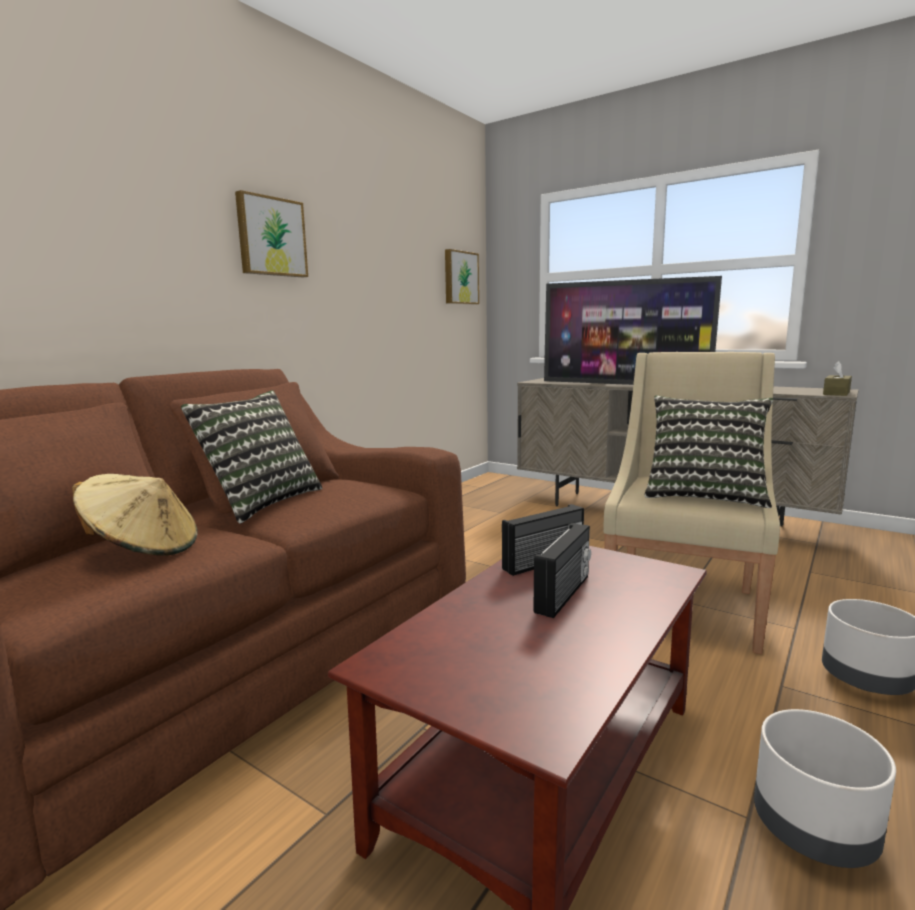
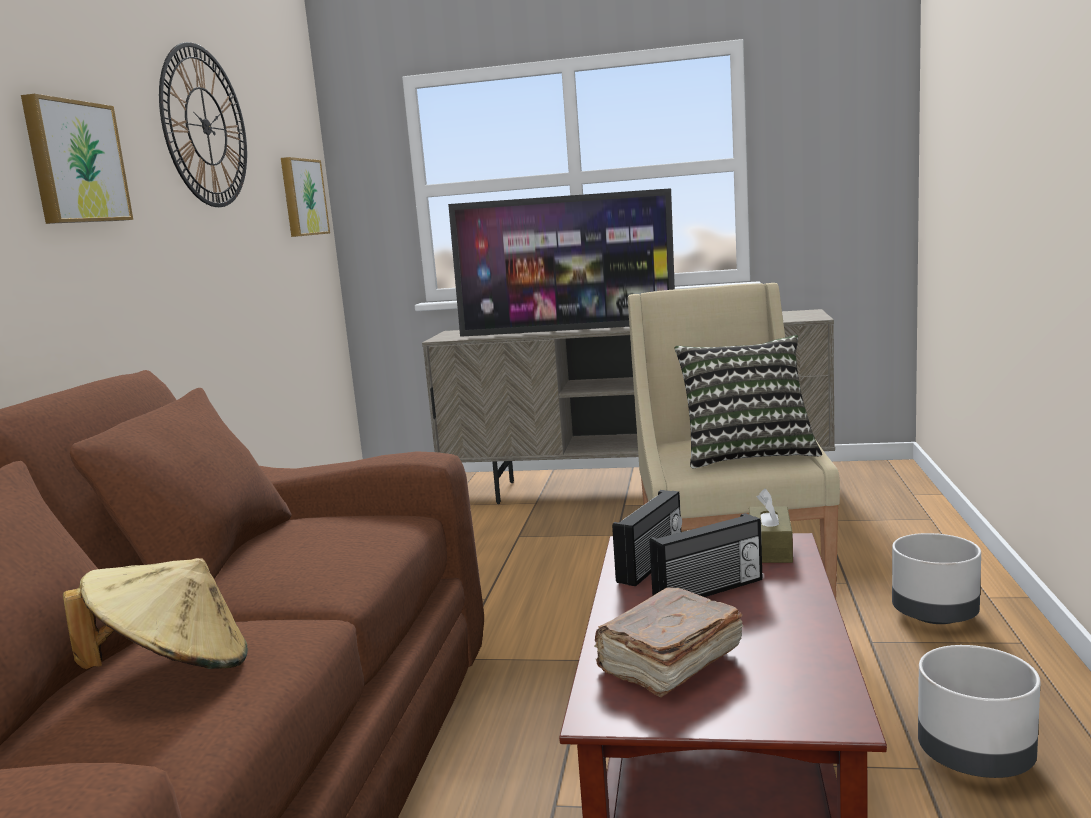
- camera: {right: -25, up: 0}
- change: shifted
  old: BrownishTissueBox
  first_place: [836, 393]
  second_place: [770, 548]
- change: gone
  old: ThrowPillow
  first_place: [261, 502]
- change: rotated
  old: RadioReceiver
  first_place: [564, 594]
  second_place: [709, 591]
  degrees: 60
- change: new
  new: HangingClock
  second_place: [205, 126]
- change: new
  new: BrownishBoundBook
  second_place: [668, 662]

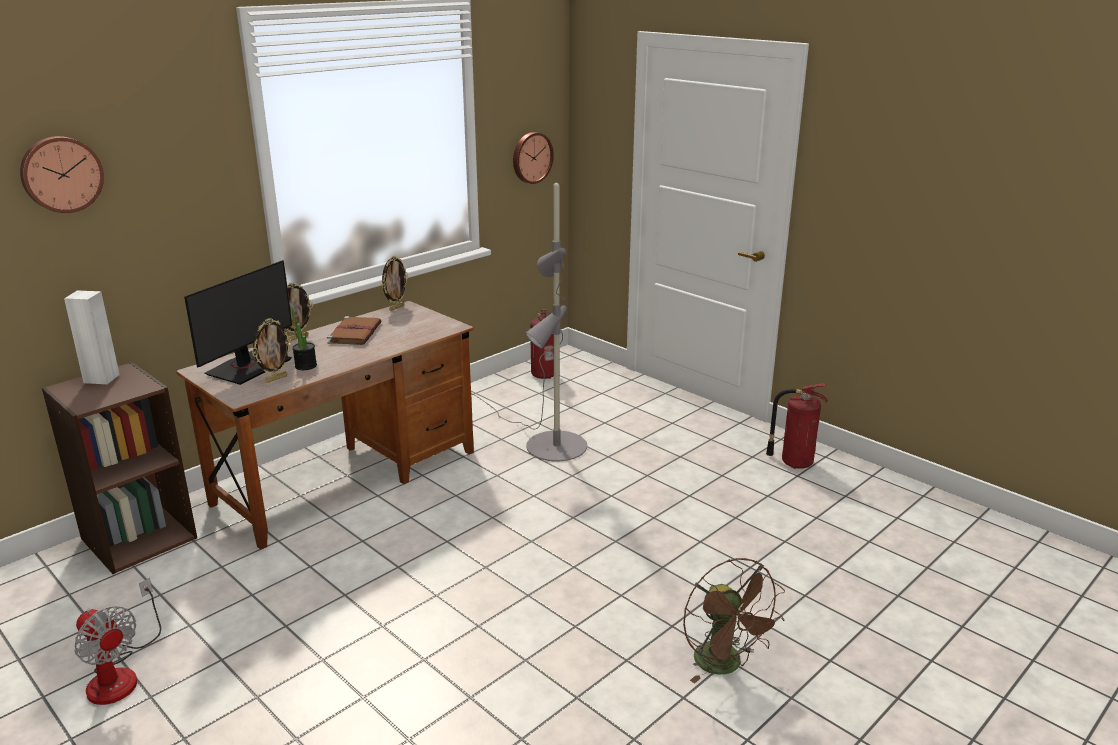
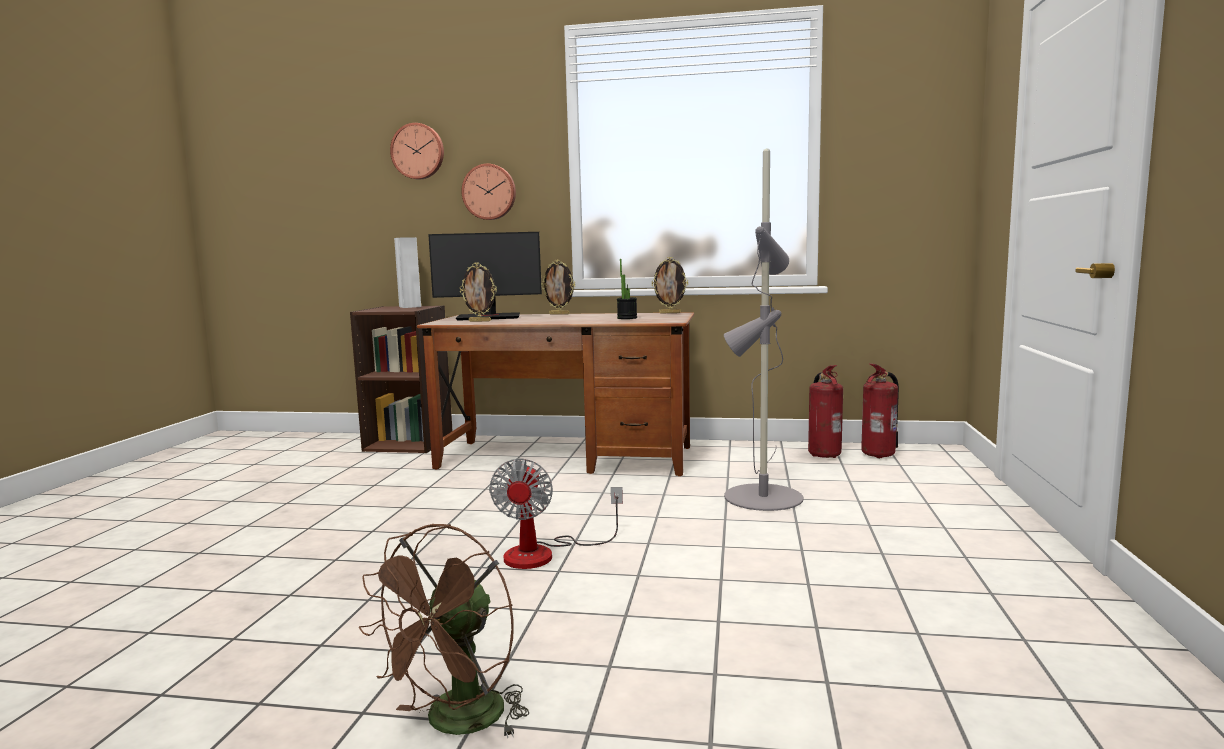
- camera: {right: 55, up: -15}
- change: shifted
  old: HangingClock
  first_place: [531, 157]
  second_place: [489, 192]
- change: shifted
  old: PlantInAPot
  first_place: [306, 366]
  second_place: [627, 318]
- change: gone
  old: BrownishBoundBook
  first_place: [355, 333]
- change: shifted
  old: Extinguisher
  first_place: [794, 462]
  second_place: [824, 455]
- change: shifted
  old: CoolingFan
  first_place: [120, 674]
  second_place: [544, 553]

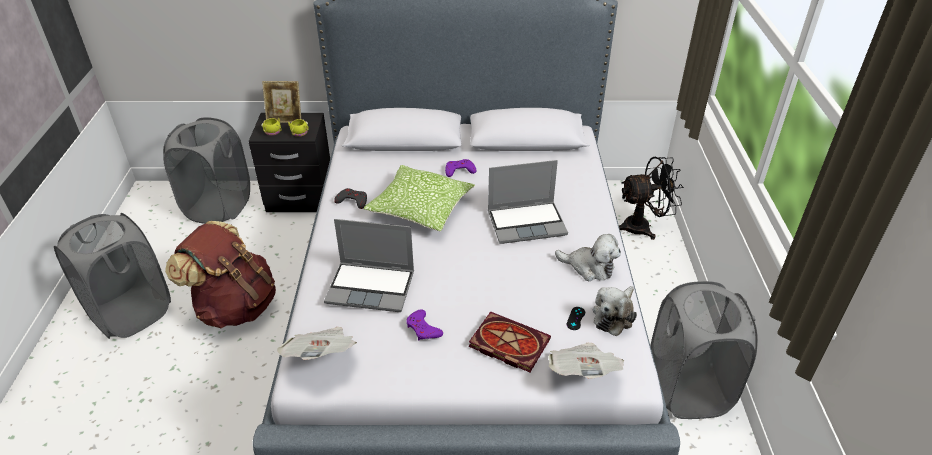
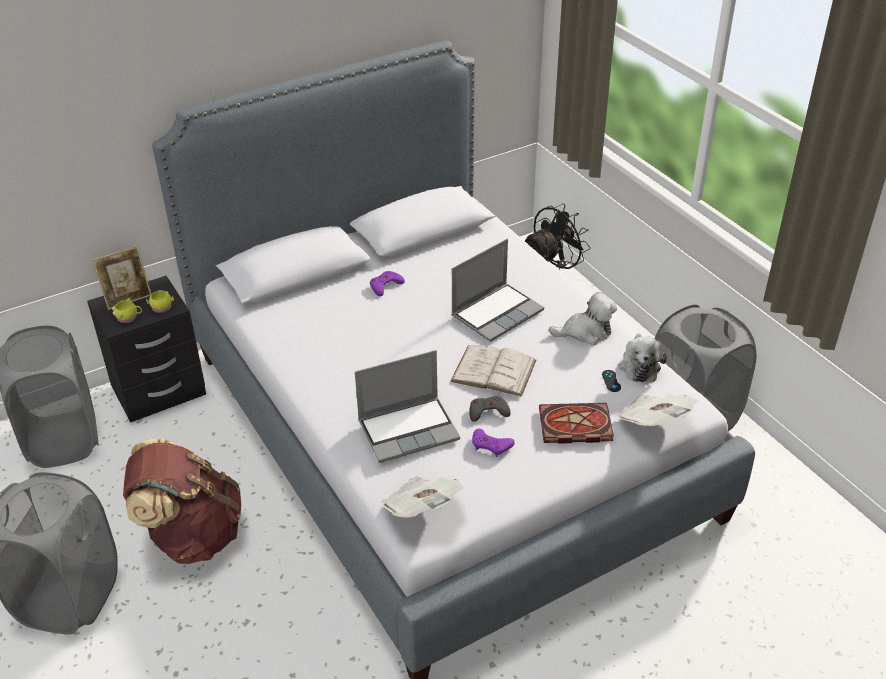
- camera: {right: -30, up: 0}
- change: gone
  old: ThrowPillow
  first_place: [420, 208]
- change: shifted
  old: GreyJoypad
  first_place: [352, 201]
  second_place: [488, 411]
- change: new
  new: WhiteBoundBook
  second_place: [493, 370]

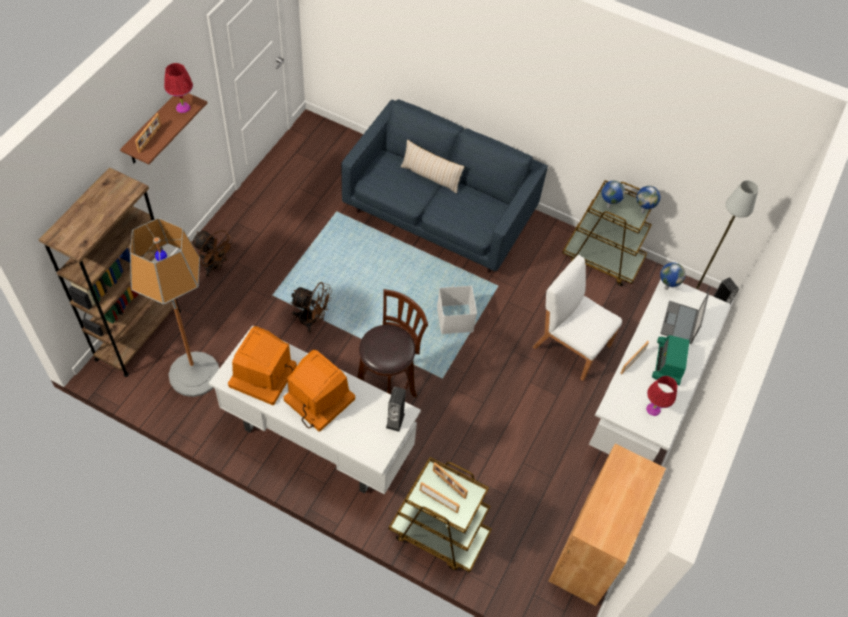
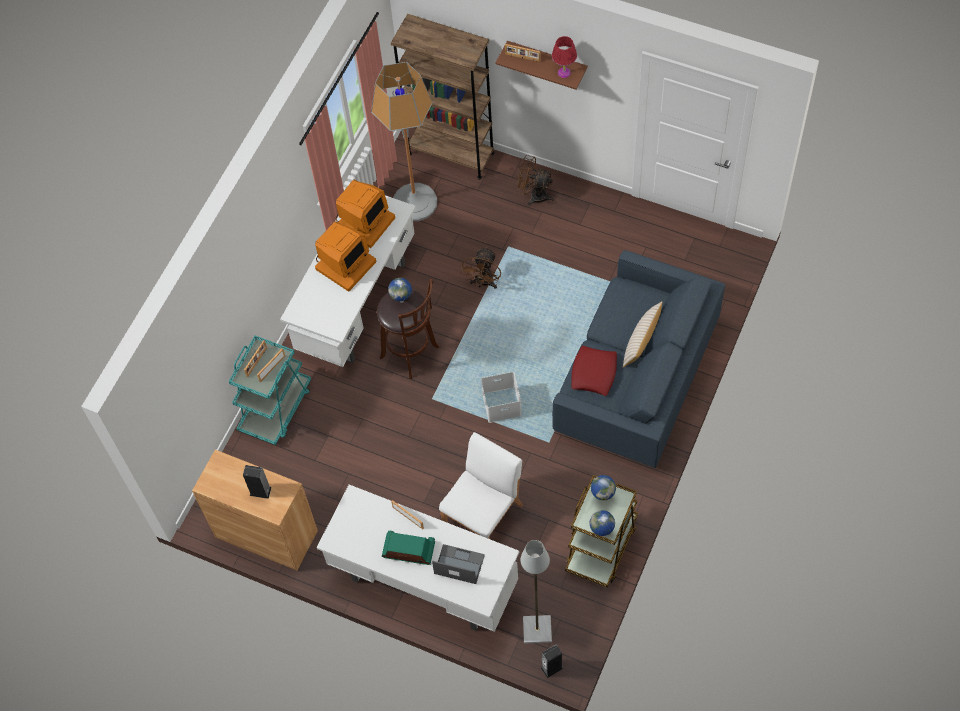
- camera: {right: 95, up: 5}
- change: rotated
  old: BrownishCoolingFan
  first_place: [215, 266]
  second_place: [534, 195]
  degrees: 75
- change: shifted
  old: WorldGlobe
  first_place: [666, 287]
  second_place: [402, 300]
- change: rotated
  old: Monitor
  first_place: [264, 376]
  second_place: [364, 222]
  degrees: 105
- change: gone
  old: ReddishTabletopLamp
  first_place: [653, 409]
- change: shifted
  old: Speaker
  first_place: [395, 420]
  second_place: [260, 491]
- change: repainted
  old: BrownishTrolley
  new: TurquoiseColouredTrolley
  first_place: [438, 533]
  second_place: [276, 408]
- change: new
  new: ReddishThrowPillow
  second_place: [594, 373]

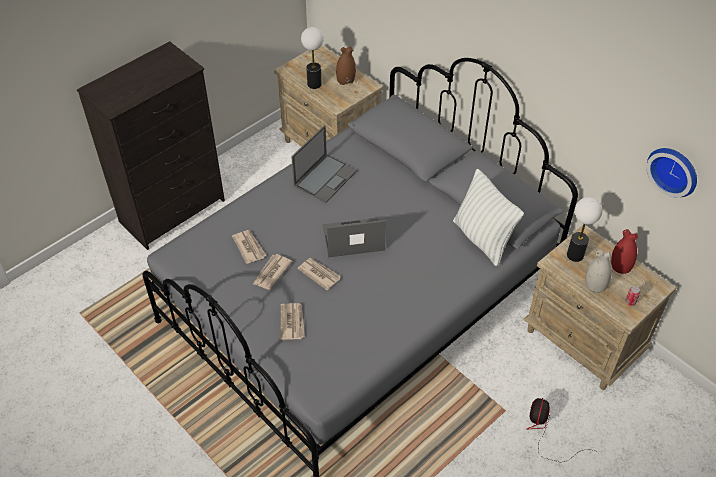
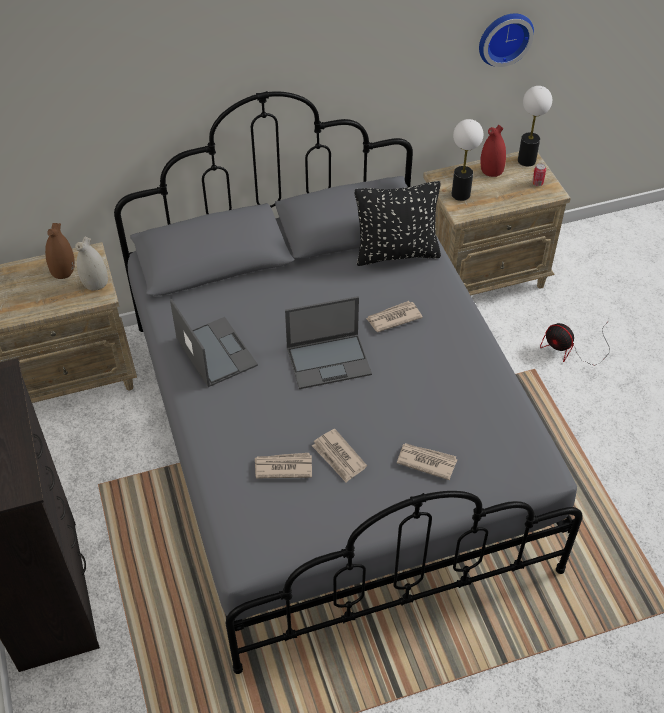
- camera: {right: -65, up: 0}
- change: shifted
  old: TabletopLamp
  first_place: [314, 84]
  second_place: [526, 160]
- change: repainted
  old: WhiteThrowPillow
  new: BlackThrowPillow
  first_place: [482, 239]
  second_place: [396, 253]
- change: rotated
  old: PortableComputer
  first_place: [352, 238]
  second_place: [329, 360]
  degrees: -120
- change: shifted
  old: WhiteFlowerVase
  first_place: [595, 285]
  second_place: [95, 283]
- change: shifted
  old: Newspaper
  first_place: [319, 274]
  second_place: [393, 318]

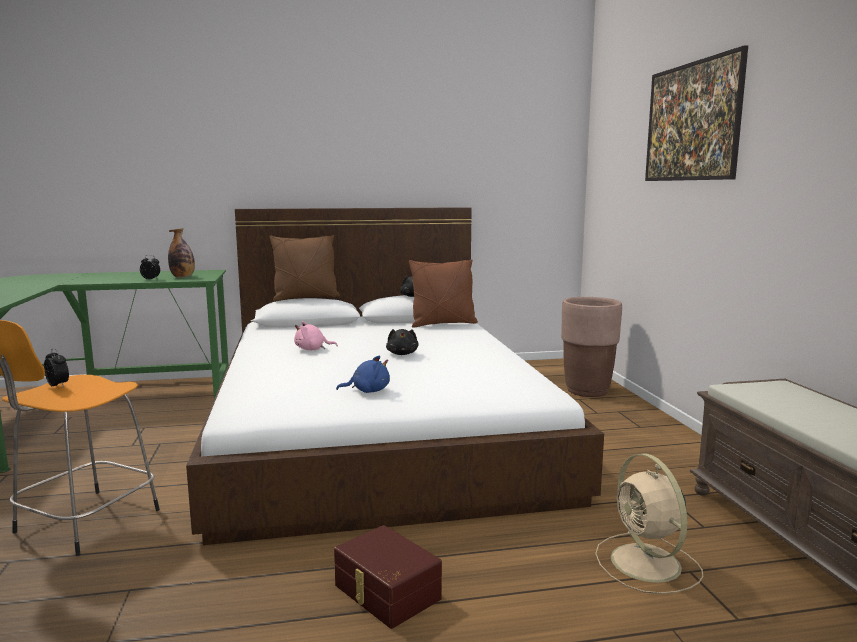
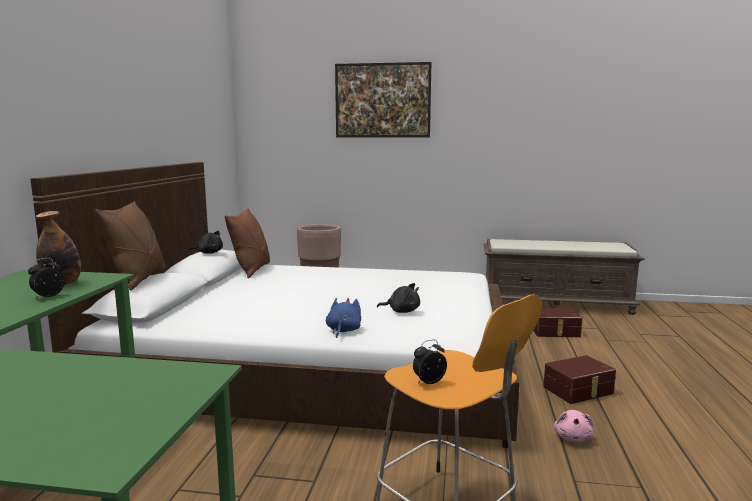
- camera: {right: -70, up: 0}
- change: shifted
  old: PinkSoftToy
  first_place: [312, 349]
  second_place: [573, 437]
- change: shifted
  old: BlackSoftToy
  first_place: [402, 354]
  second_place: [402, 311]
- change: shifted
  old: BlueSoftToy
  first_place: [368, 391]
  second_place: [343, 330]
- change: swapped
  old: BeigeColouredCoolingFan
  new: BrownishStorageBin
  first_place: [647, 564]
  second_place: [555, 332]

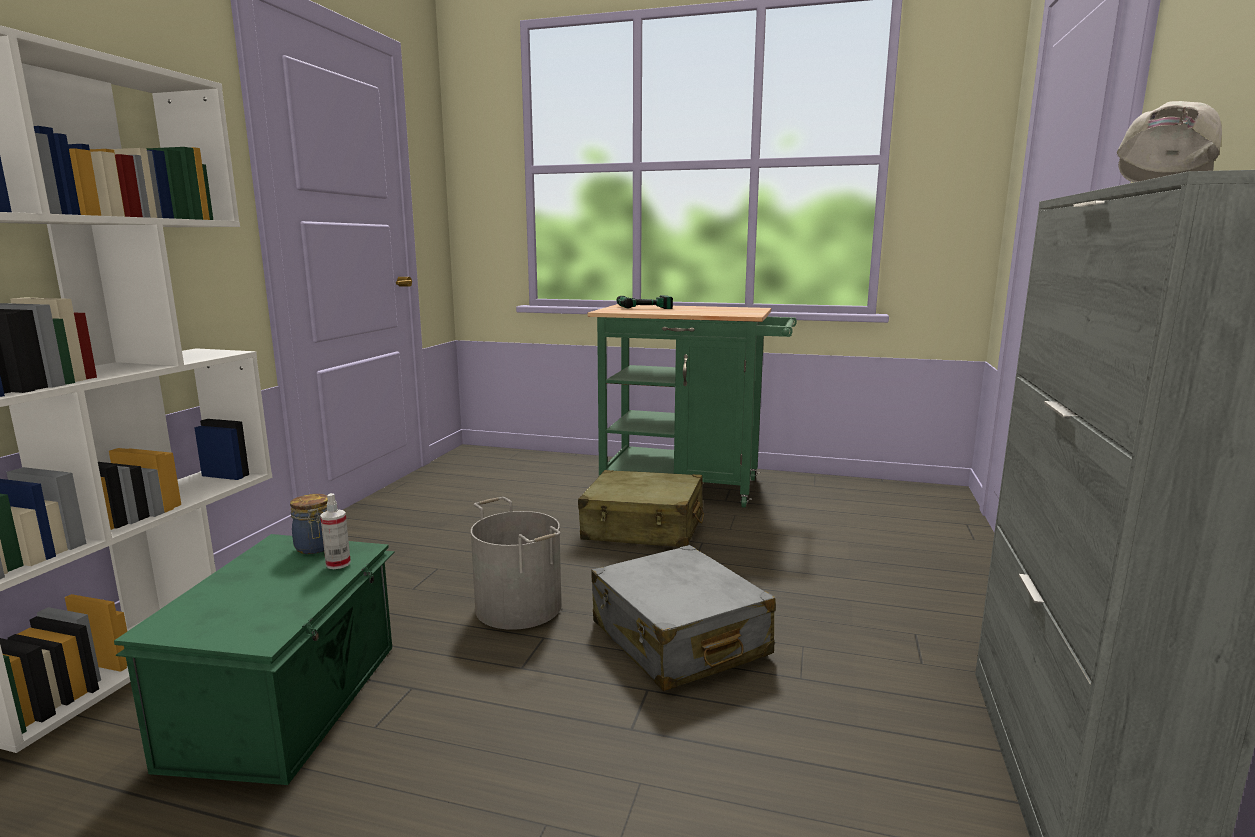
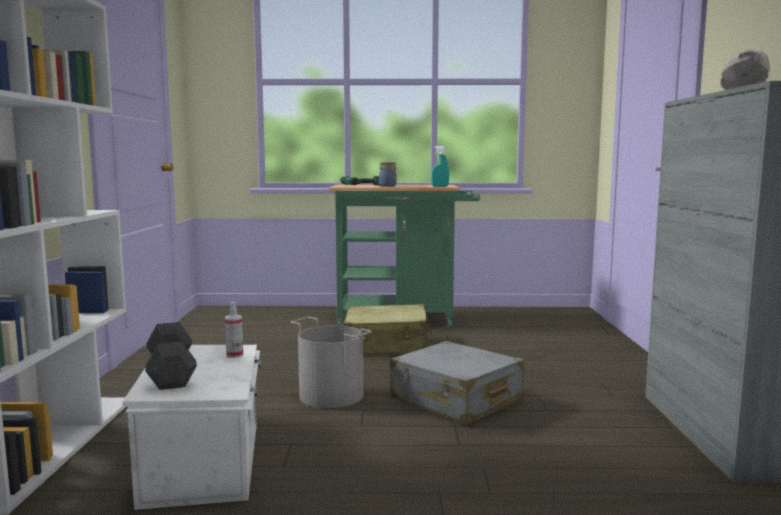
- camera: {right: -15, up: -5}
- change: shifted
  old: PreserveJar
  first_place: [315, 548]
  second_place: [388, 186]
- change: repainted
  old: GreenColouredStorageBin
  new: WhiteStorageBin
  first_place: [291, 701]
  second_place: [206, 461]
- change: new
  new: TurquoiseColouredSprayBottle
  second_place: [440, 186]
- change: new
  new: GreyHandWeight
  second_place: [171, 372]

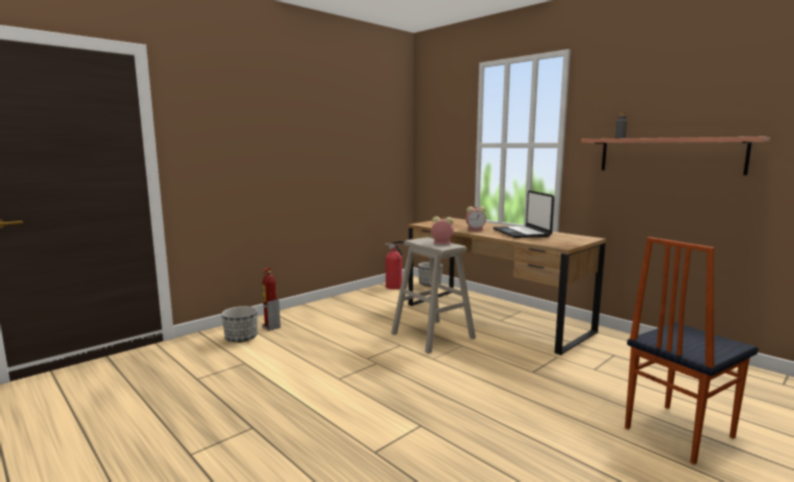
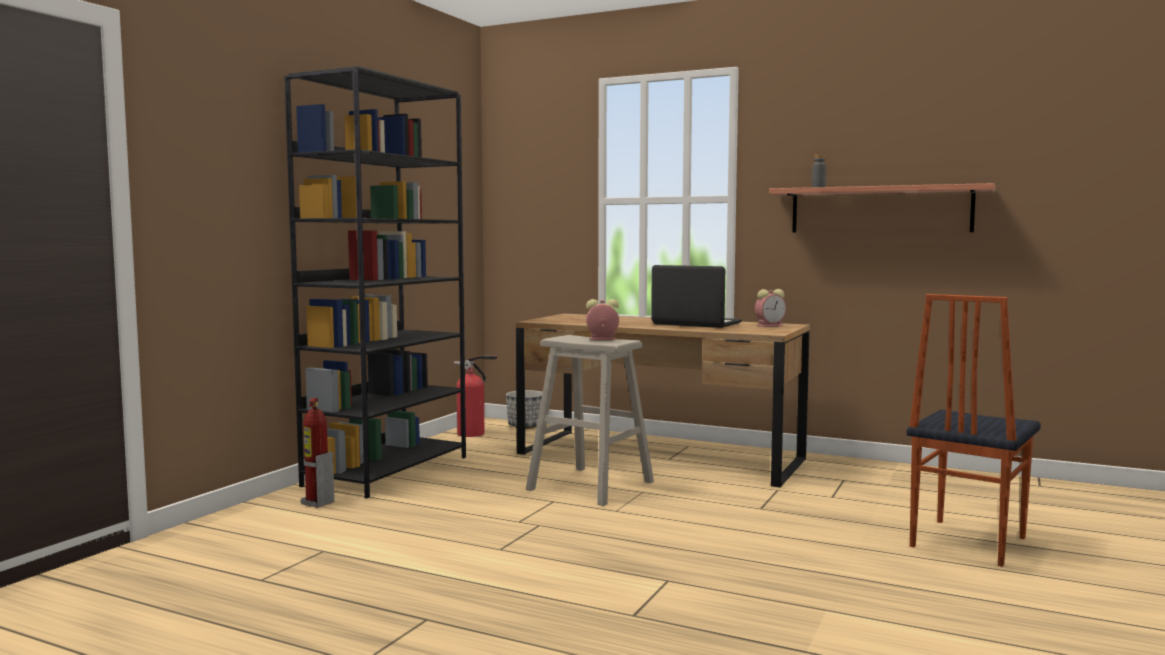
- camera: {right: -20, up: -5}
- change: rotated
  old: PortableComputer
  first_place: [522, 233]
  second_place: [696, 324]
  degrees: 150
- change: shifted
  old: TableClock
  first_place: [476, 230]
  second_place: [770, 326]
- change: gone
  old: FlowerPot
  first_place: [241, 338]
- change: new
  new: BlackBookcase
  second_place: [387, 471]

